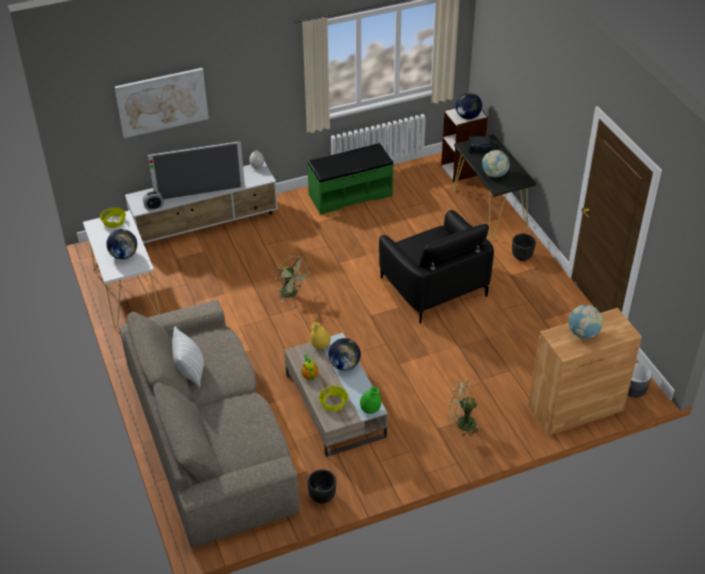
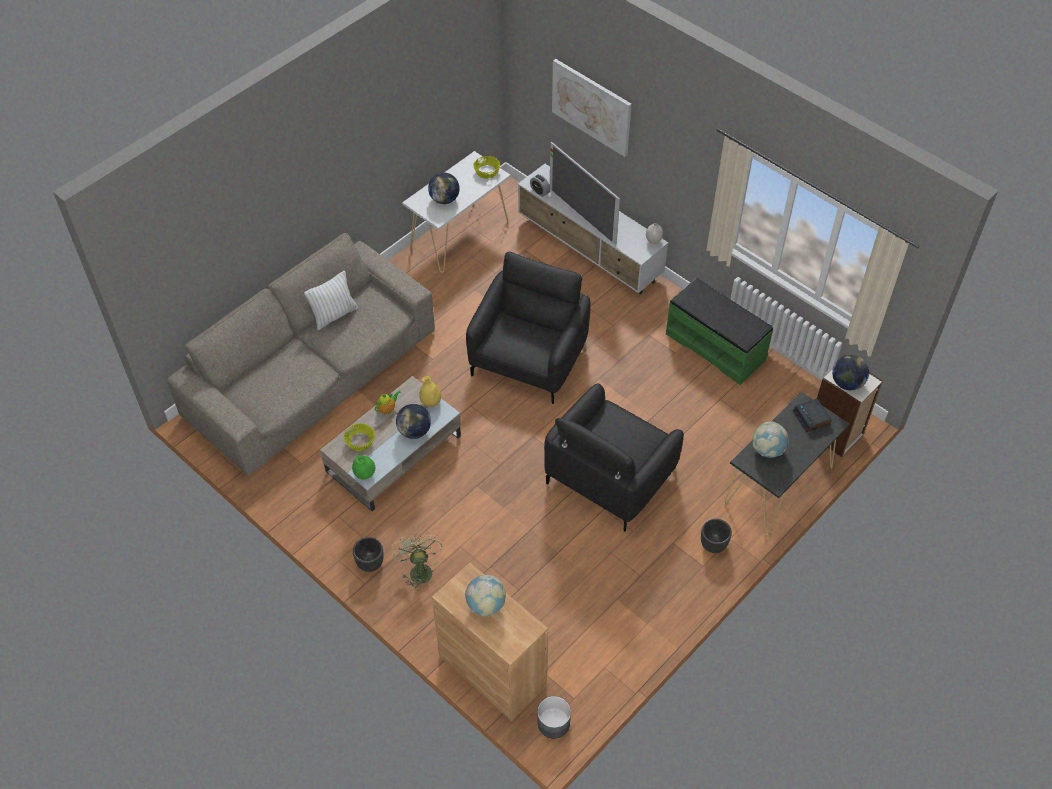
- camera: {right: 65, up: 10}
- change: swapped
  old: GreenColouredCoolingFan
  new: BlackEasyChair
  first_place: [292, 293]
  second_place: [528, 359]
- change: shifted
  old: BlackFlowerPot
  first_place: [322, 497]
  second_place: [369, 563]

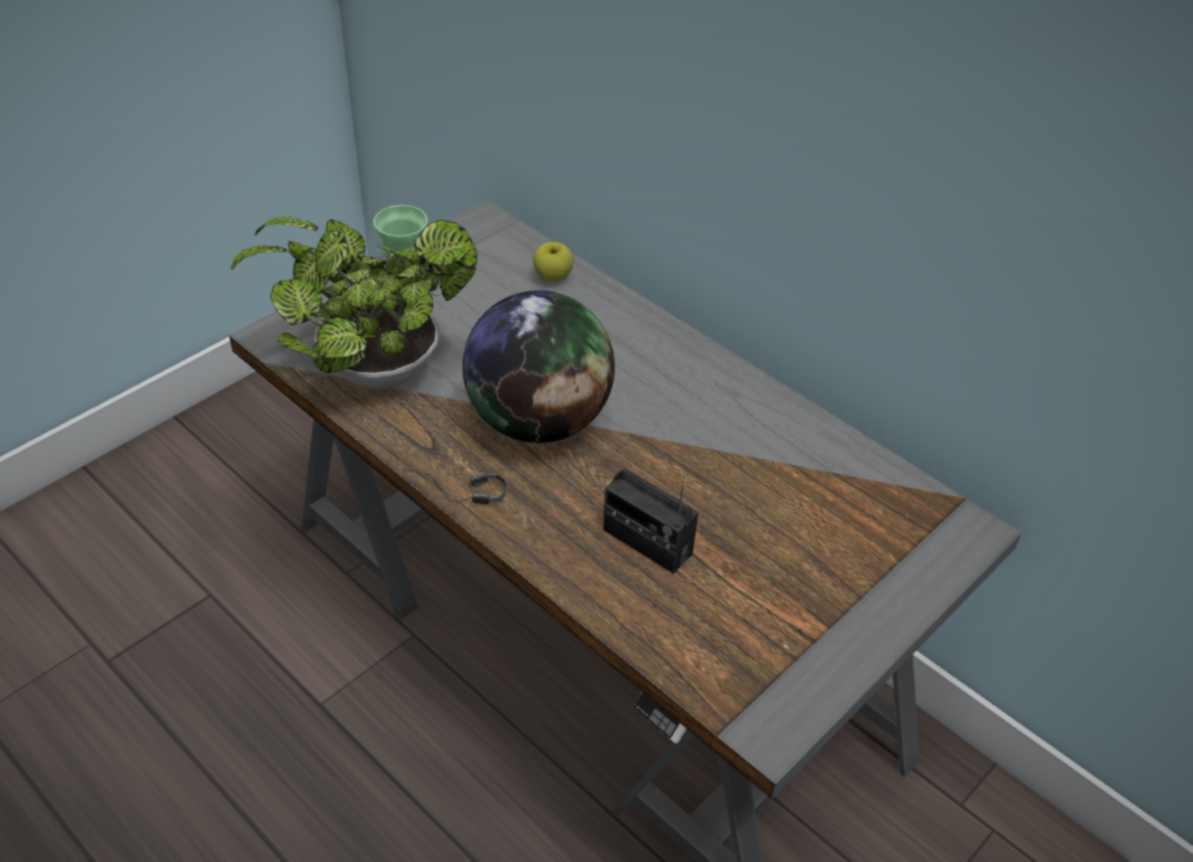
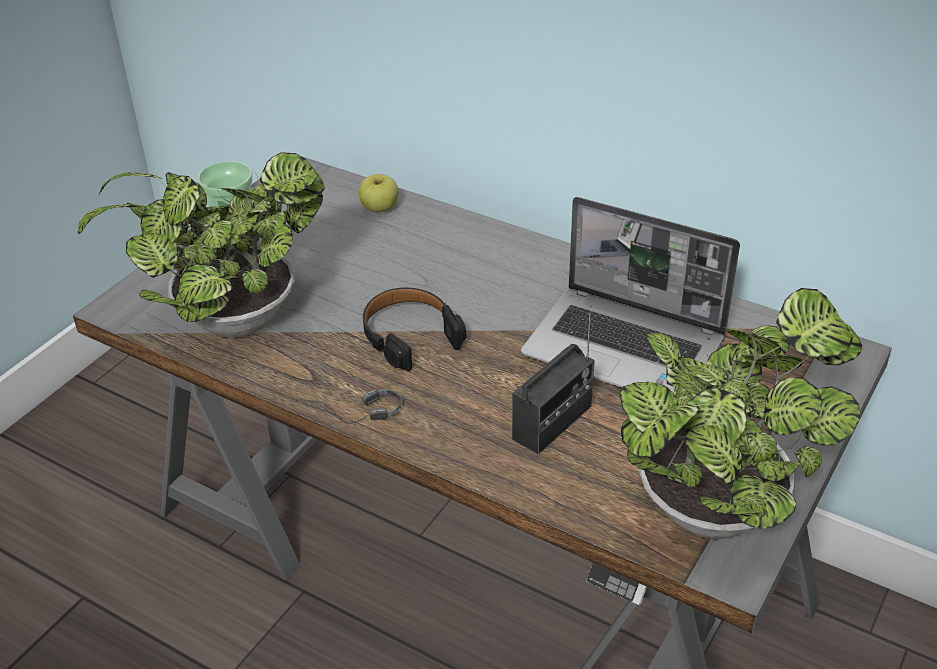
- camera: {right: -10, up: -5}
- change: swapped
  old: WorldGlobe
  new: BlackHeadphones
  first_place: [538, 421]
  second_place: [410, 335]
- change: rotated
  old: RadioReceiver
  first_place: [647, 542]
  second_place: [552, 423]
  degrees: -75
- change: new
  new: PortableComputer
  second_place: [626, 348]
- change: new
  new: PlantInAPot
  second_place: [718, 504]

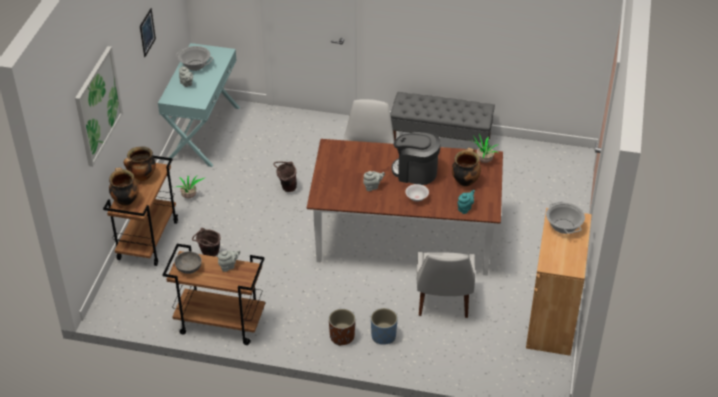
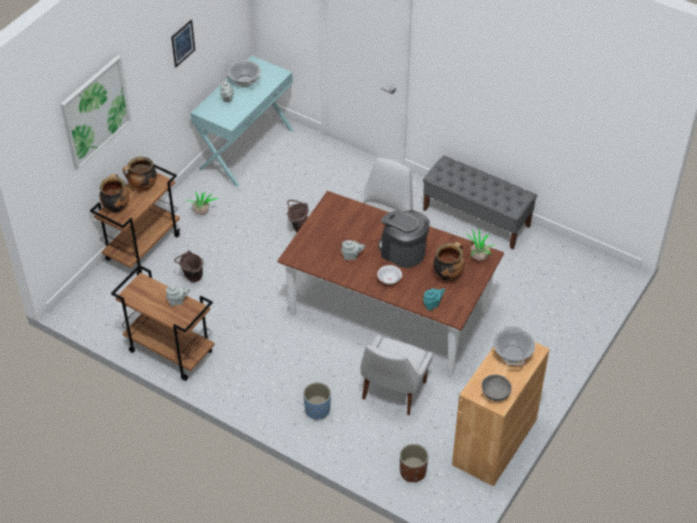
- camera: {right: 20, up: 5}
- change: shifted
  old: GreyBowl
  first_place: [189, 268]
  second_place: [495, 393]
- change: shifted
  old: BrownishFlowerPot
  first_place: [342, 336]
  second_place: [412, 472]

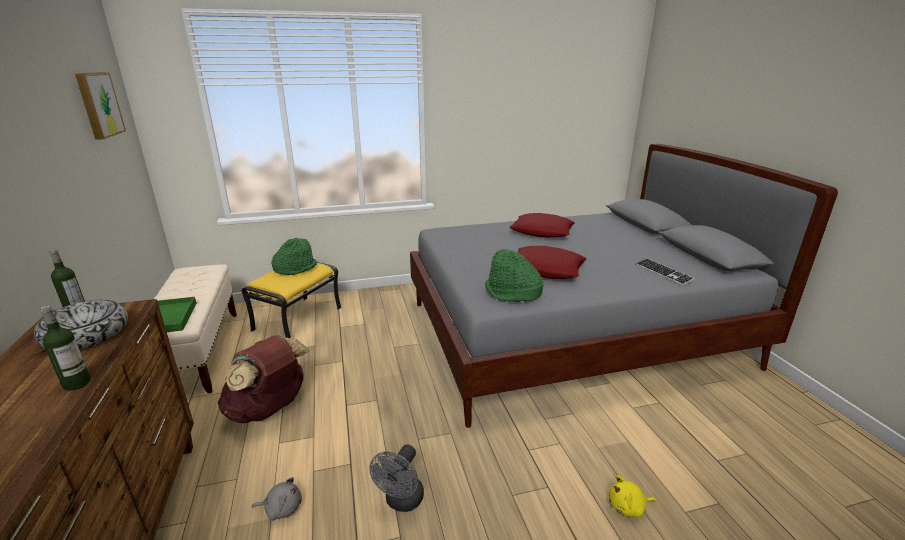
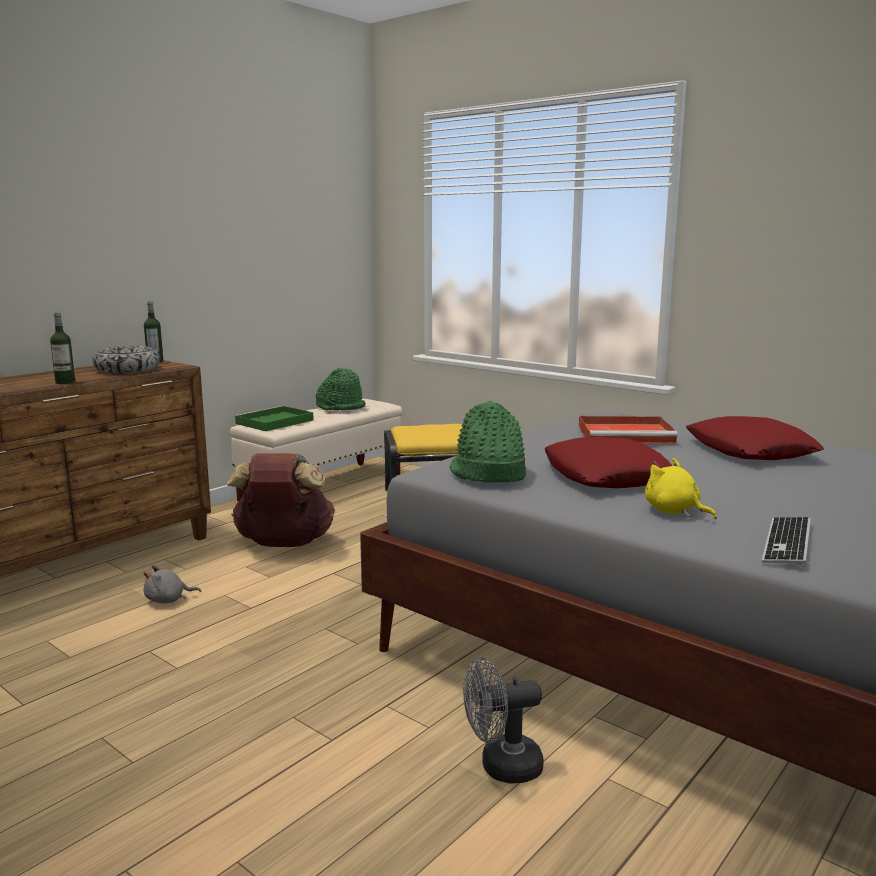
- camera: {right: 55, up: -10}
- change: gone
  old: WallPicture
  first_place: [98, 104]
- change: shifted
  old: GreenColouredHat
  first_place: [295, 268]
  second_place: [341, 407]
- change: shifted
  old: GreyCoolingFan
  first_place: [401, 502]
  second_place: [501, 767]
- change: shifted
  old: YellowishSoftToy
  first_place: [628, 507]
  second_place: [674, 512]
- change: rotated
  old: GreySoftToy
  first_place: [282, 508]
  second_place: [168, 600]
  degrees: 105
- change: new
  new: ReddishCarryingTray
  second_place: [627, 434]

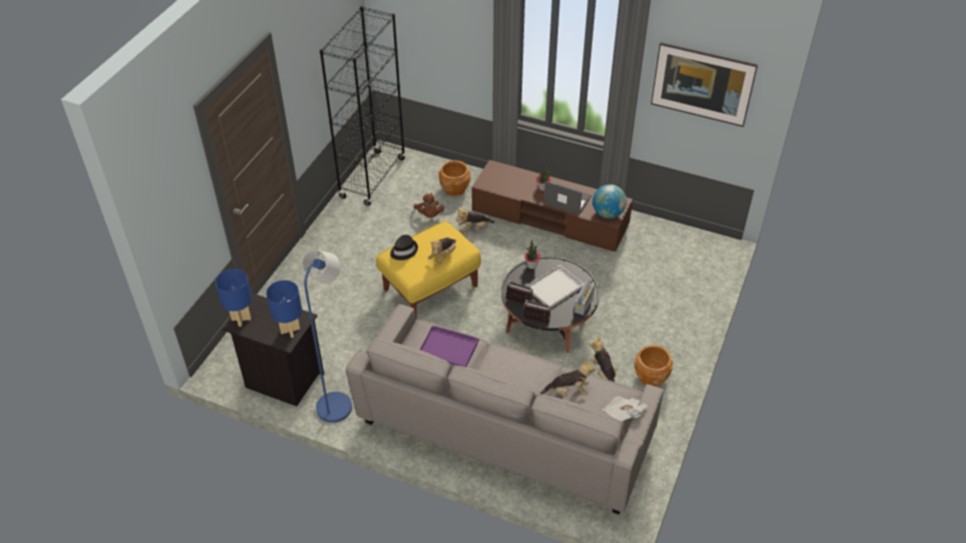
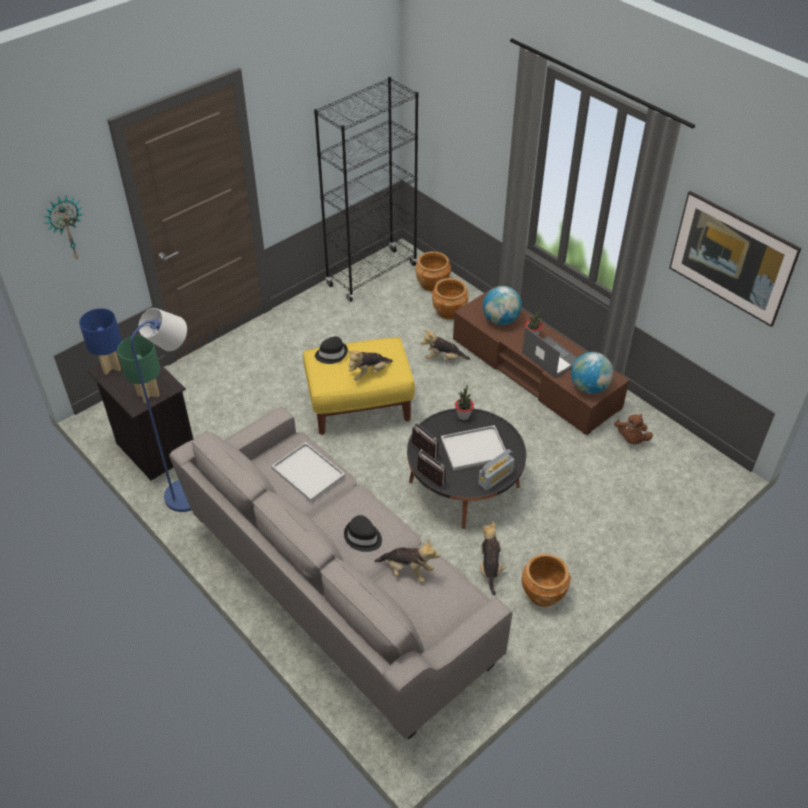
- camera: {right: 25, up: 0}
- change: shifted
  old: BrownishSoftToy
  first_place: [429, 215]
  second_place: [631, 439]
- change: repainted
  old: BlueTabletopLamp
  new: GreenColouredTabletopLamp
  first_place: [290, 330]
  second_place: [148, 395]
- change: repainted
  old: PurpleCarryingTray
  new: WhiteCarryingTray
  first_place: [447, 348]
  second_place: [307, 472]
- change: gone
  old: Newspaper
  first_place: [622, 414]
- change: new
  new: HangingClock
  second_place: [66, 228]
- change: new
  new: BrownishFlowerPot
  second_place: [432, 284]
- change: new
  new: WorldGlobe
  second_place: [500, 320]
- change: new
  new: BlackHat
  second_place: [363, 537]

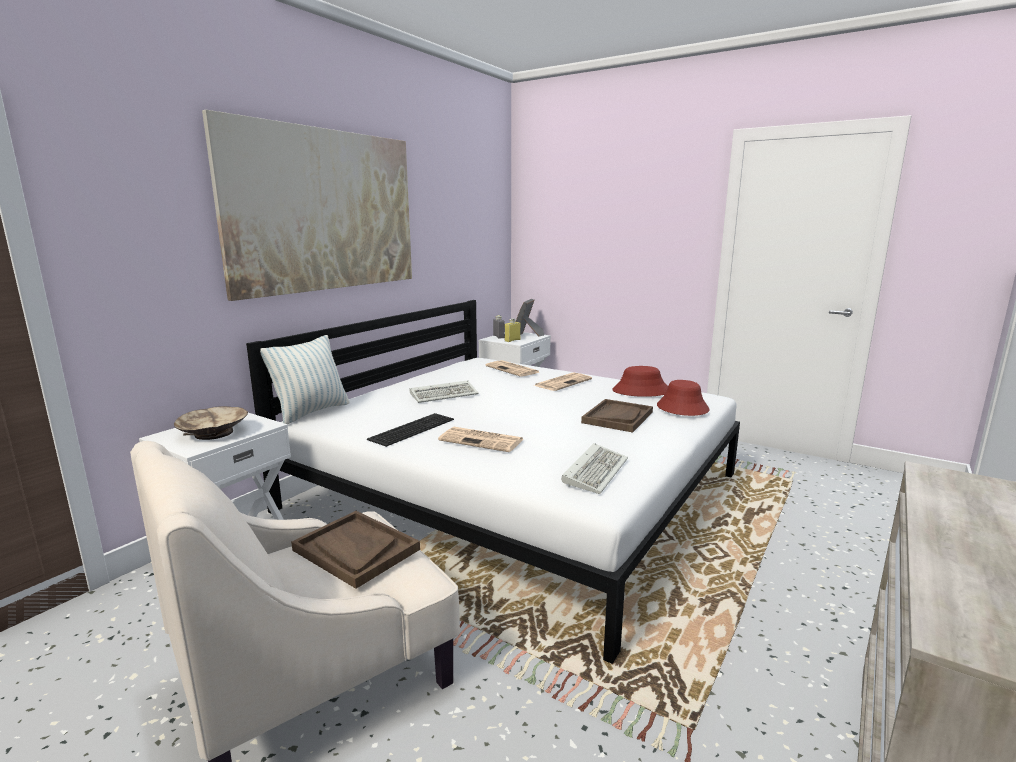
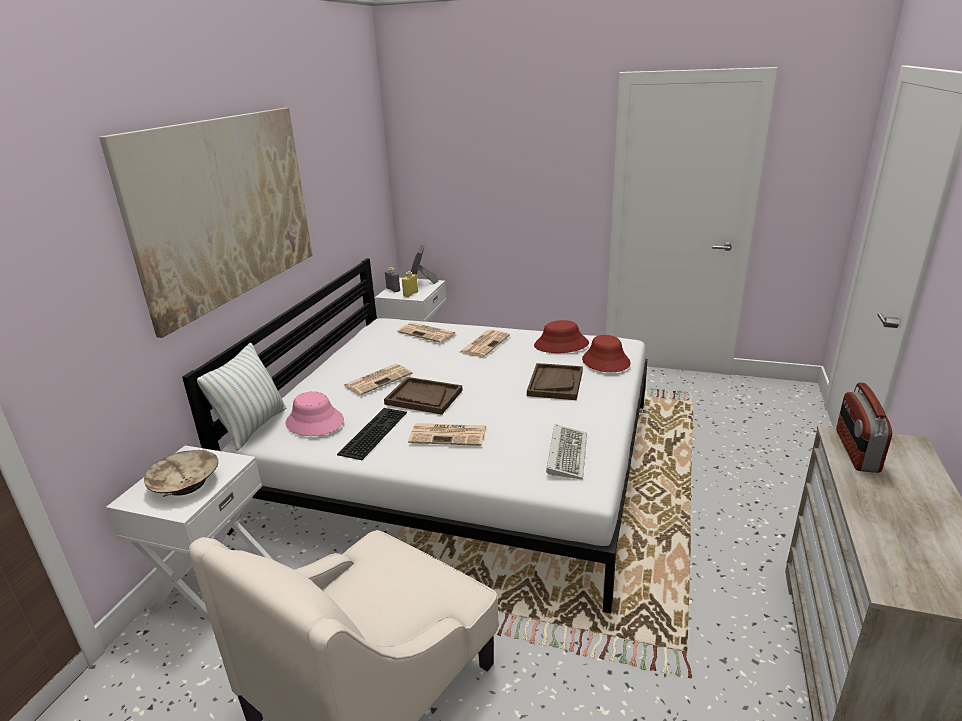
- camera: {right: -15, up: 10}
- change: swapped
  old: Keyboard
  new: Newspaper
  first_place: [445, 394]
  second_place: [378, 379]
- change: shifted
  old: BrownishCarryingTray
  first_place: [355, 550]
  second_place: [423, 397]
- change: new
  new: RadioReceiver
  second_place: [856, 451]
- change: new
  new: PinkHat
  second_place: [314, 422]

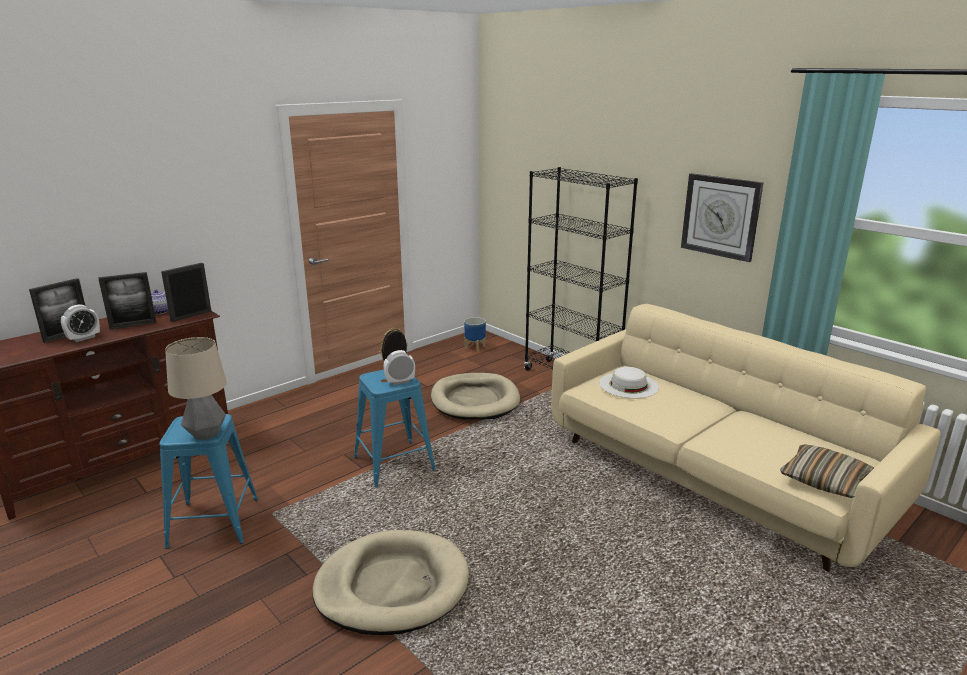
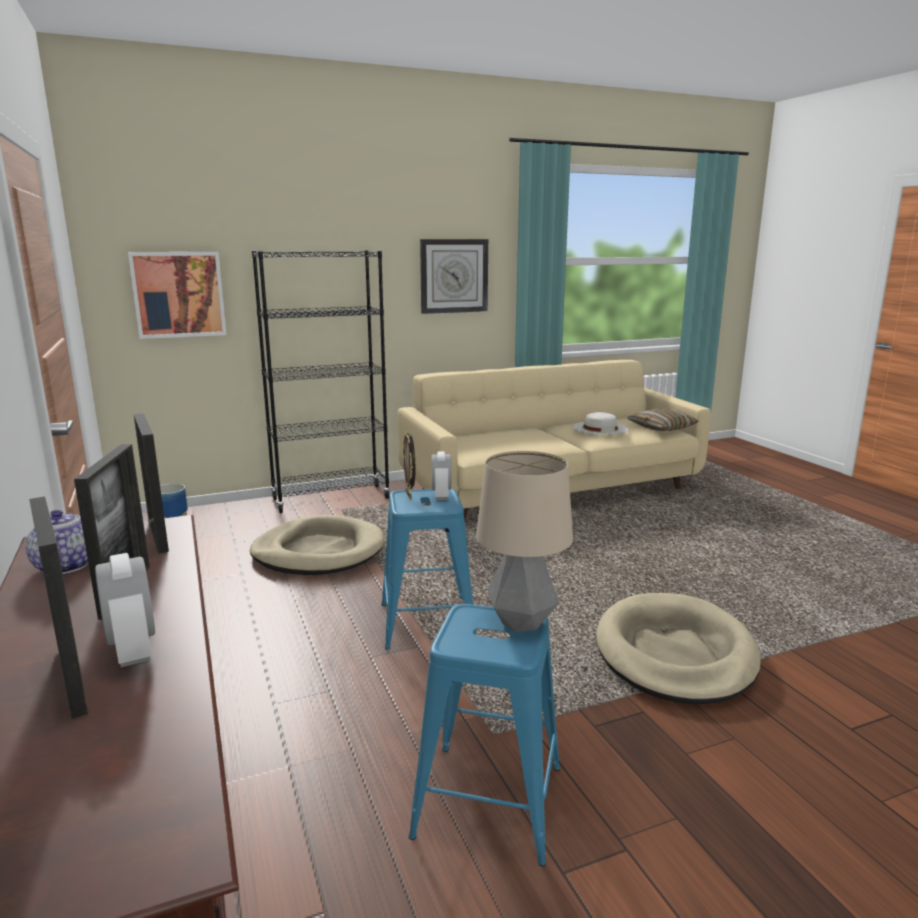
- camera: {right: -70, up: -5}
- change: shifted
  old: WhiteHat
  first_place: [628, 385]
  second_place: [600, 428]
- change: new
  new: WallPicture
  second_place: [179, 294]

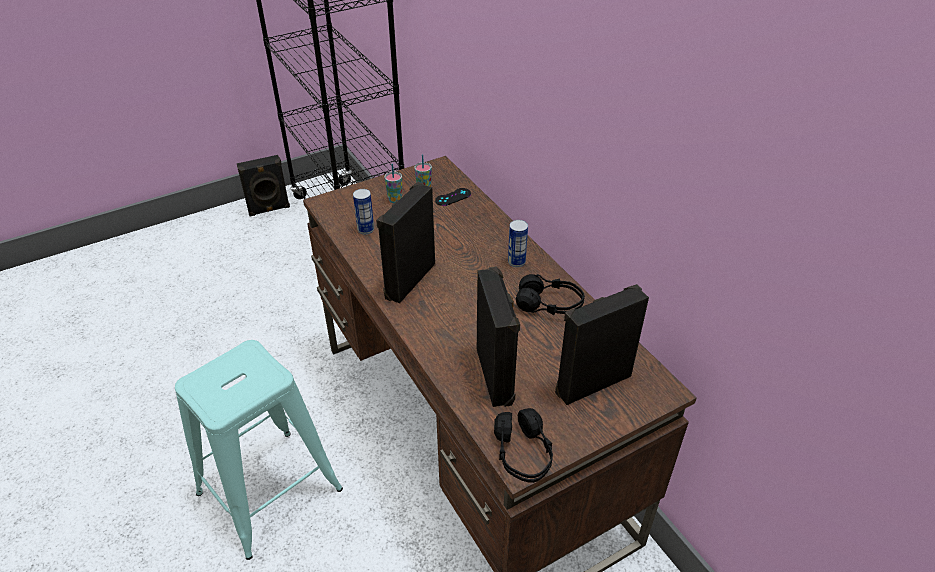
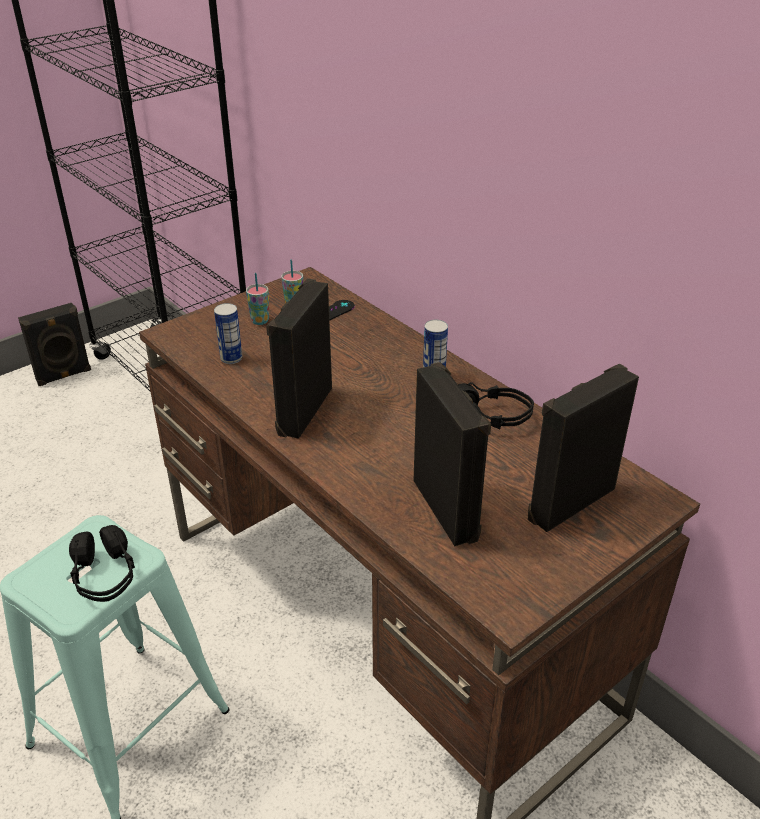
- camera: {right: -10, up: -5}
- change: shifted
  old: BlackHeadphones
  first_place: [523, 454]
  second_place: [105, 576]

